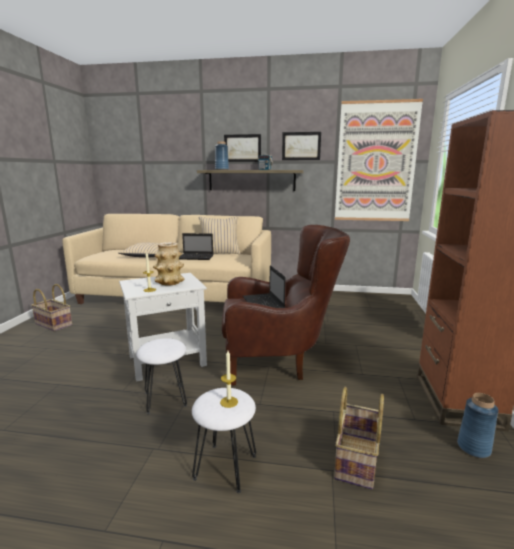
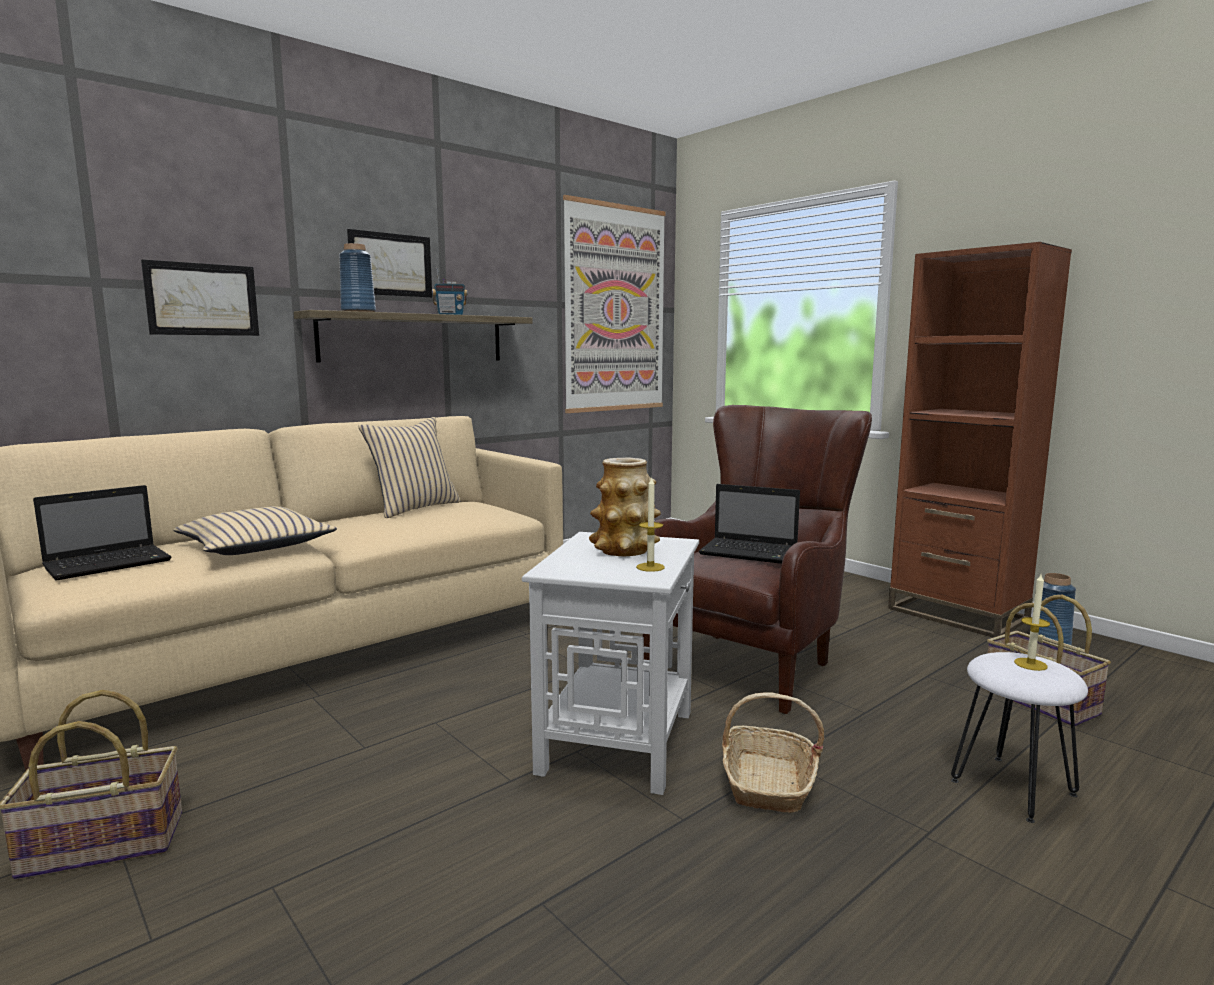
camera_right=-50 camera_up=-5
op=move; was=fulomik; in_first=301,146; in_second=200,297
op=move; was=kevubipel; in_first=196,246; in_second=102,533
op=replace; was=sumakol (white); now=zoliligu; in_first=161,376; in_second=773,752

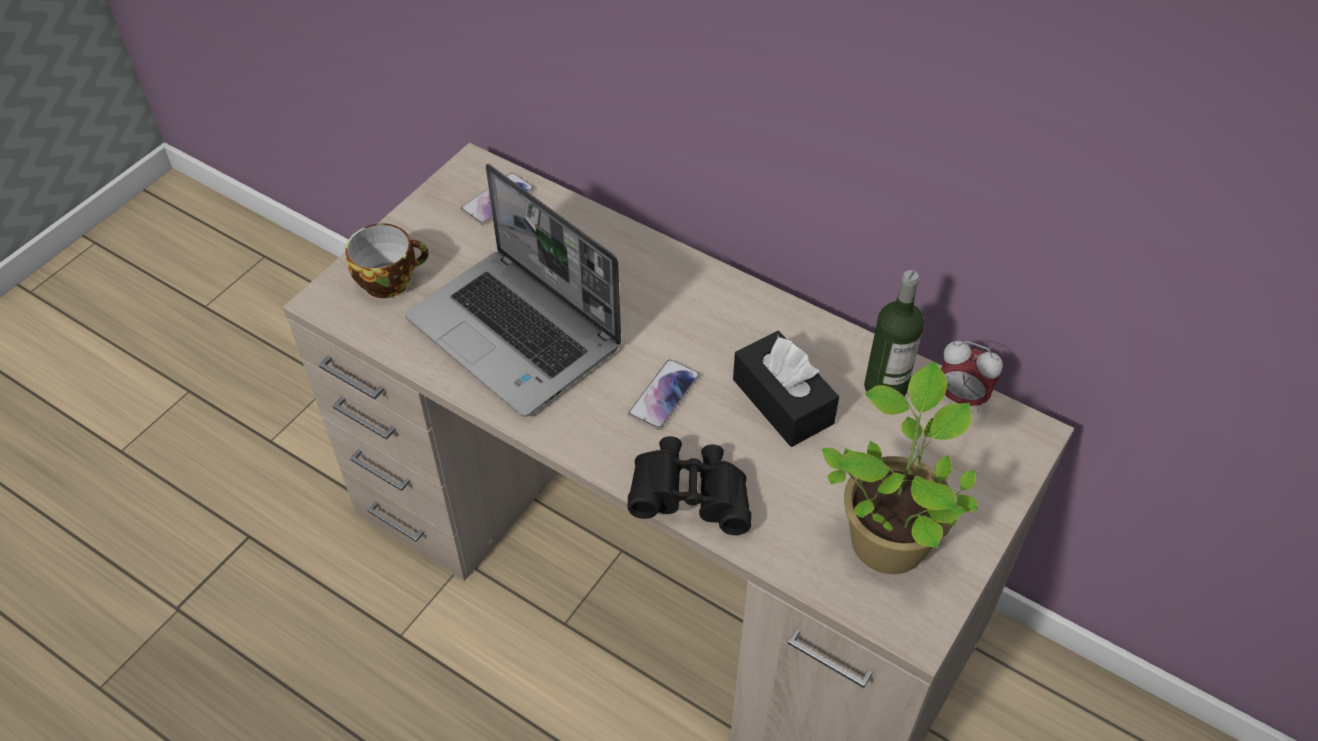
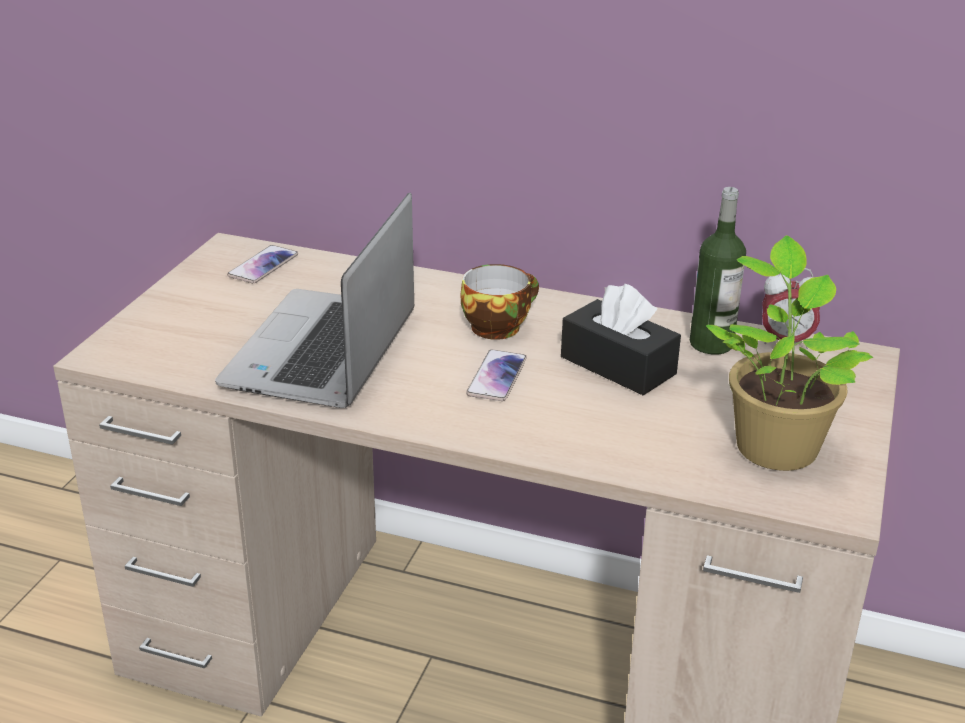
camera_right=-15 camera_up=-20
op=rotate; was=kevubipel; in_first=513,290; in_second=314,300; clockwise=75
op=move; was=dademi; in_first=387,260; in_second=499,302
op=delete; was=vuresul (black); in_first=690,485

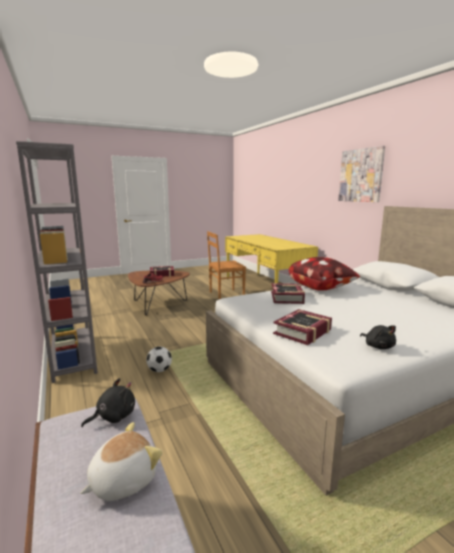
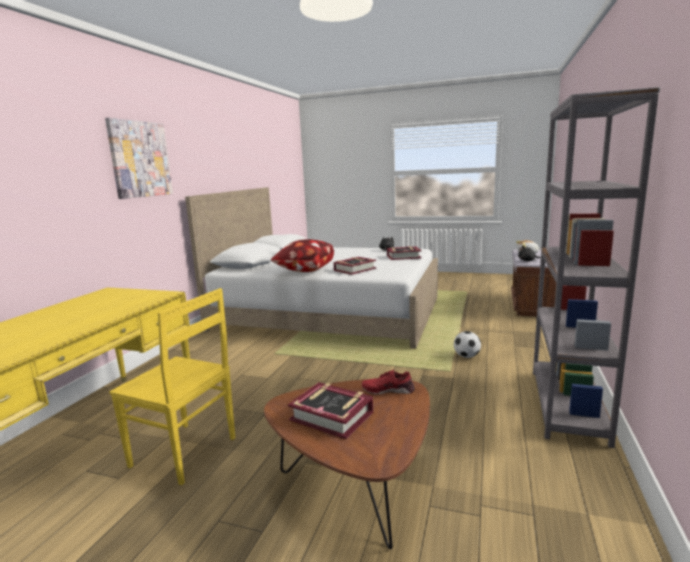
camera_right=-135 camera_up=0
op=recolor; was=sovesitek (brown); now=sovesitek (yellow); in_first=226,265; in_second=172,386

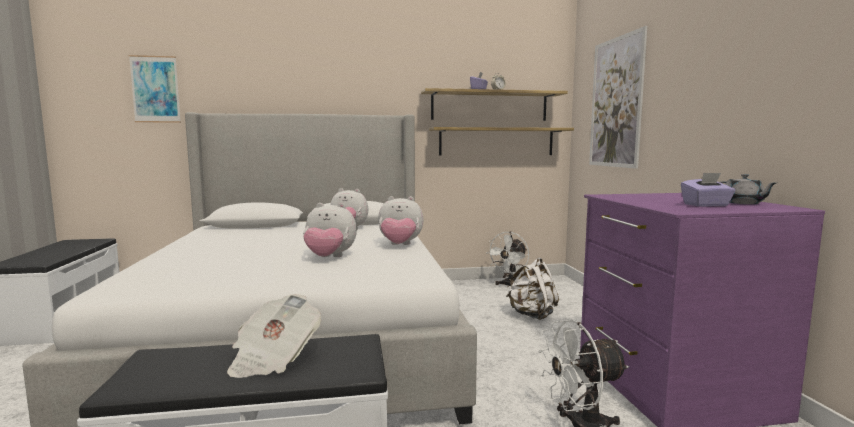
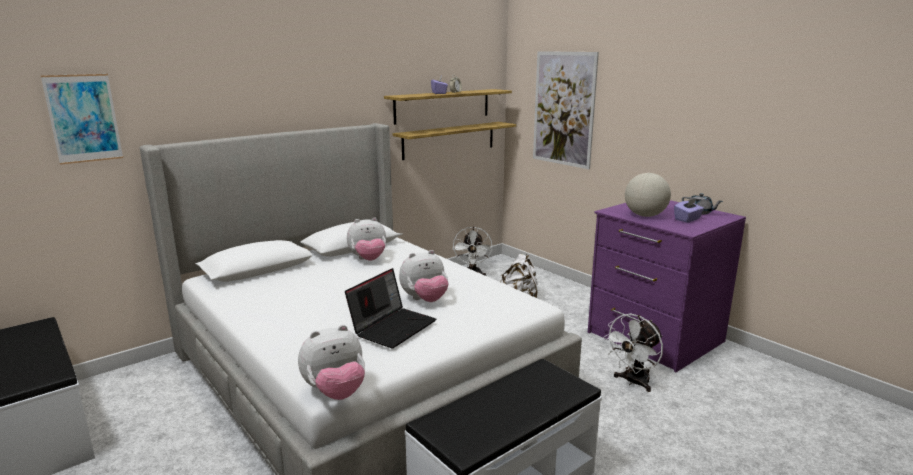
camera_right=-30 camera_up=10
op=move; was=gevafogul; in_first=401,220; in_second=331,362
op=delete; was=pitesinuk; in_first=274,336
op=insert; now=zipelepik; in_second=648,195
op=insert; now=kevubipel; in_second=390,308

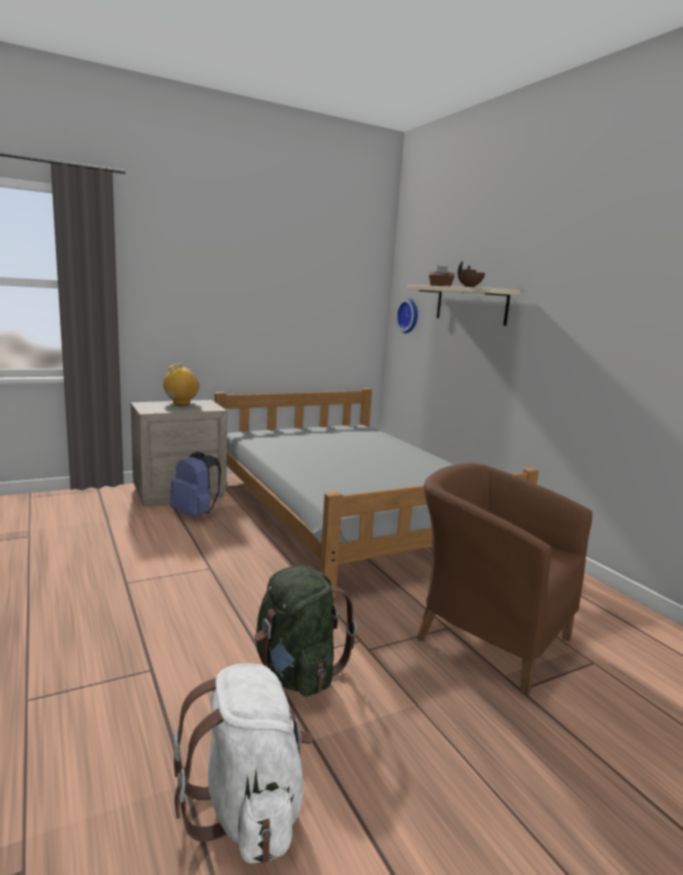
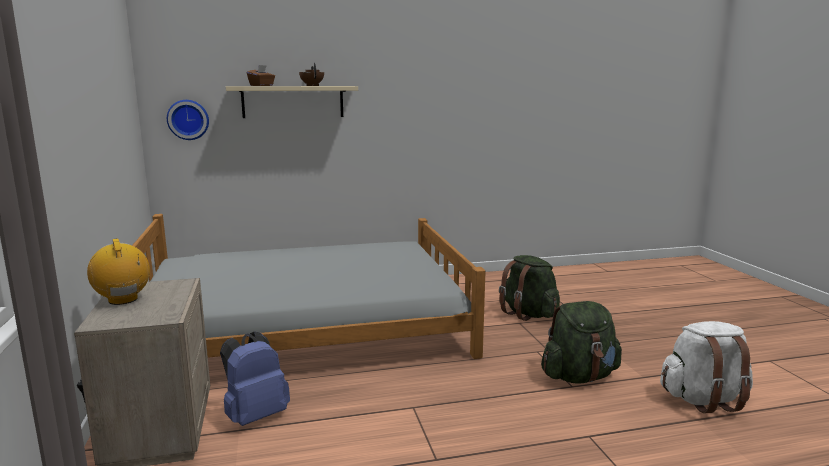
camera_right=-75 camera_up=0
op=replace; was=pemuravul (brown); now=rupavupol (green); in_first=504,579; in_second=529,288

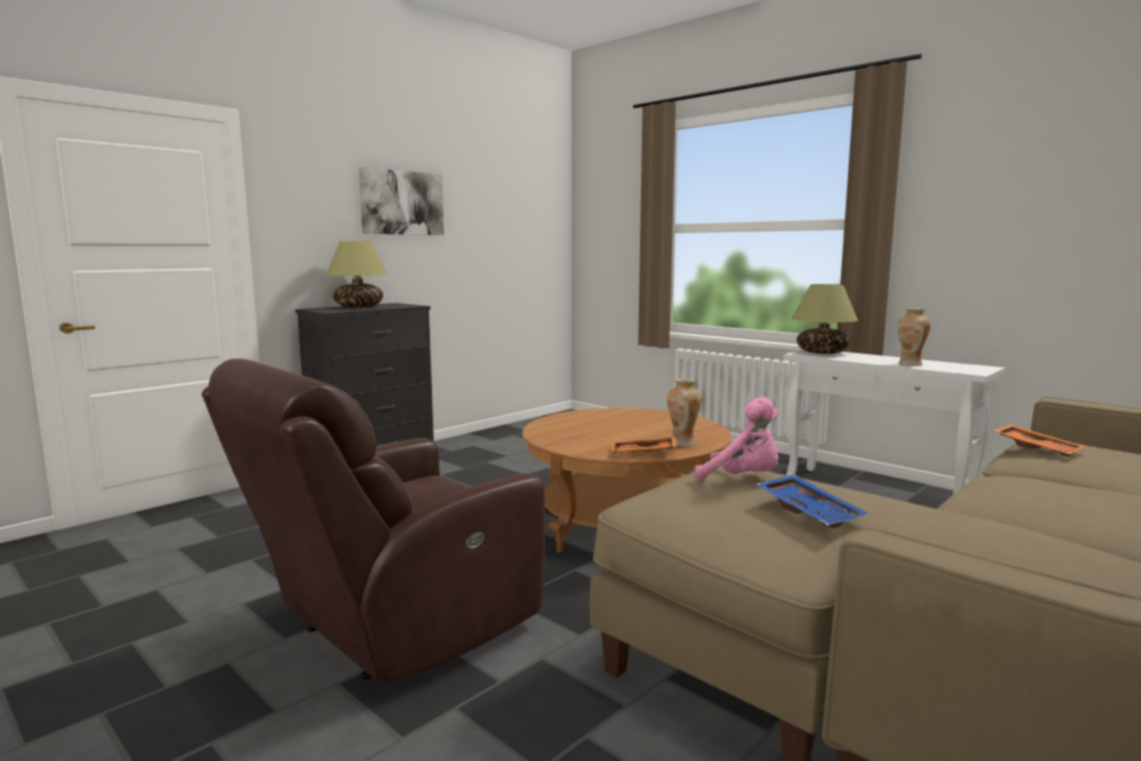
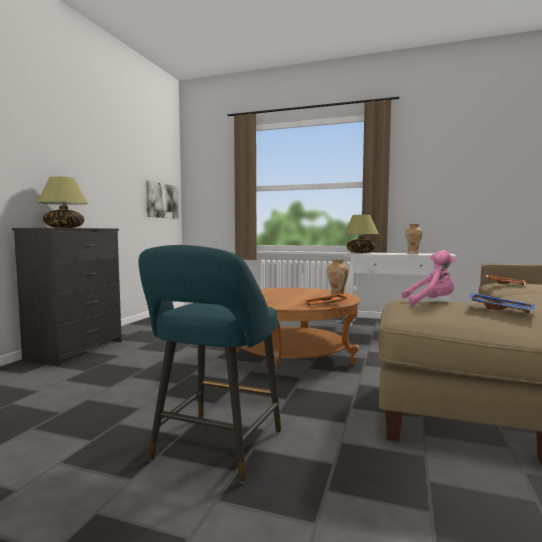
camera_right=-25 camera_up=-5
op=move; was=fulomik; in_first=401,201; in_second=162,200
op=replace; was=pemuravul (brown); now=sumakol (turquoise); in_first=373,521; in_second=210,364

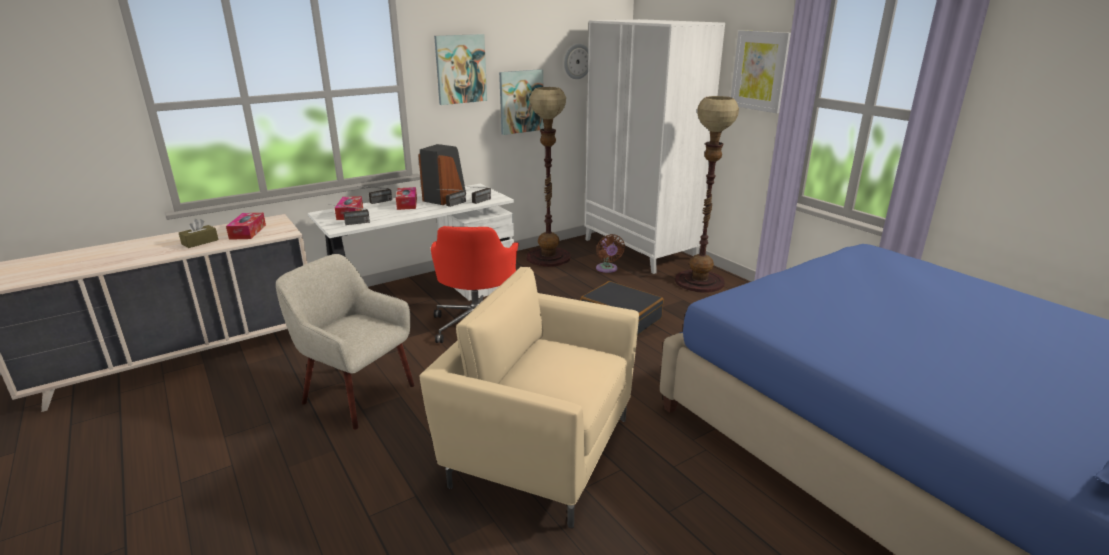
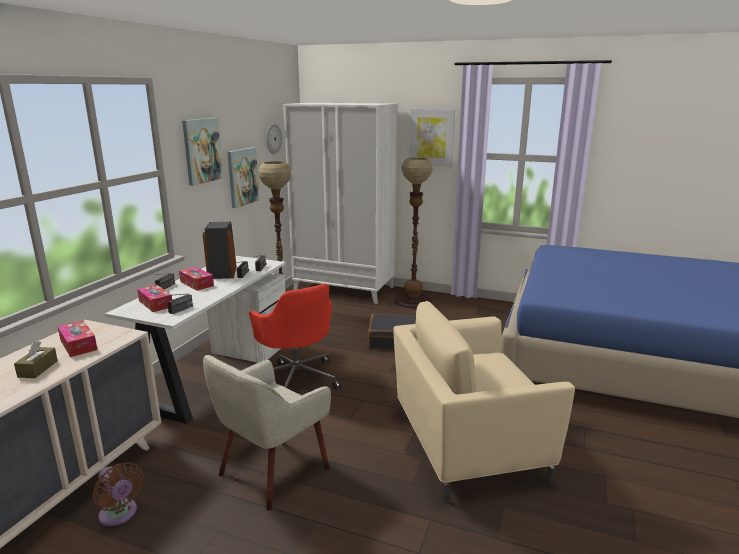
camera_right=-35 camera_up=-5
op=move; was=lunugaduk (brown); in_first=610,253; in_second=118,494
op=rotate; was=pemuravul (beige); in_first=345,341; in_second=267,432; clockwise=-45

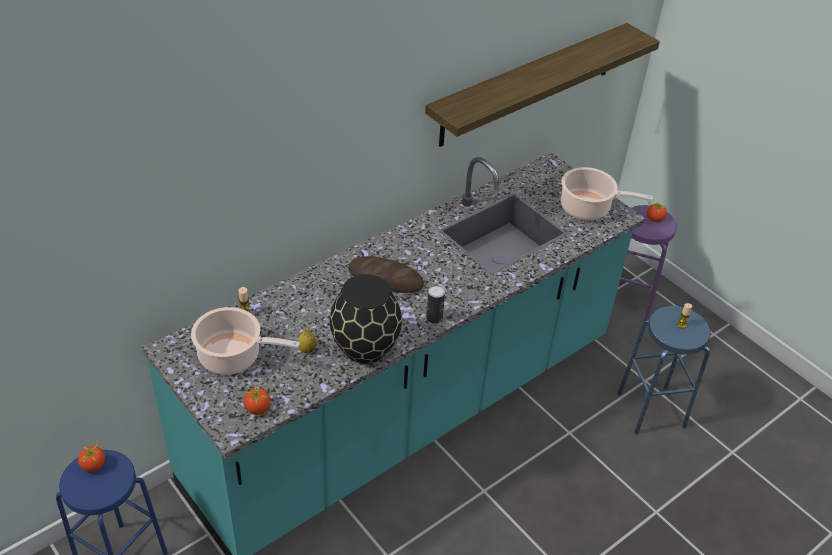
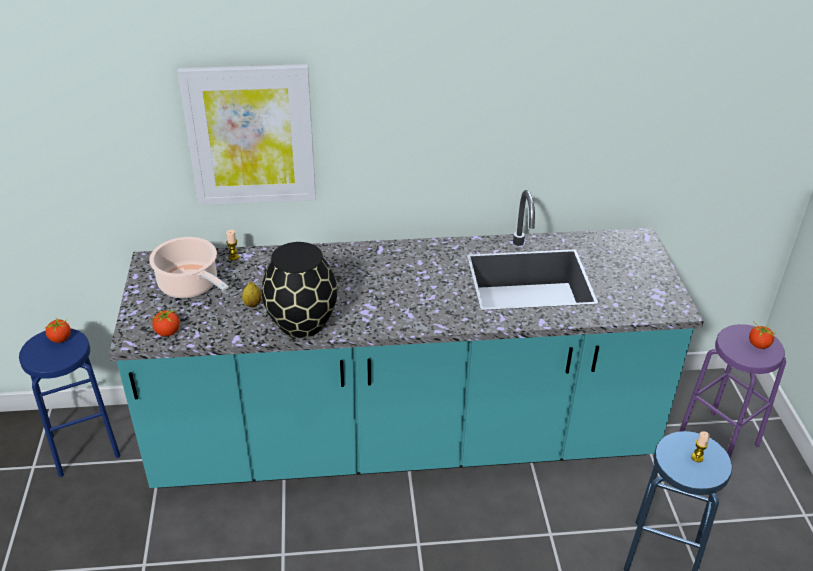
camera_right=35 camera_up=-5
op=delete; was=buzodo; in_first=542,85
op=delete; was=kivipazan; in_first=606,193
op=delete; was=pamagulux; in_first=386,274
op=delete; was=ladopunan; in_first=435,304
op=insert; now=fulomik; in_second=246,134

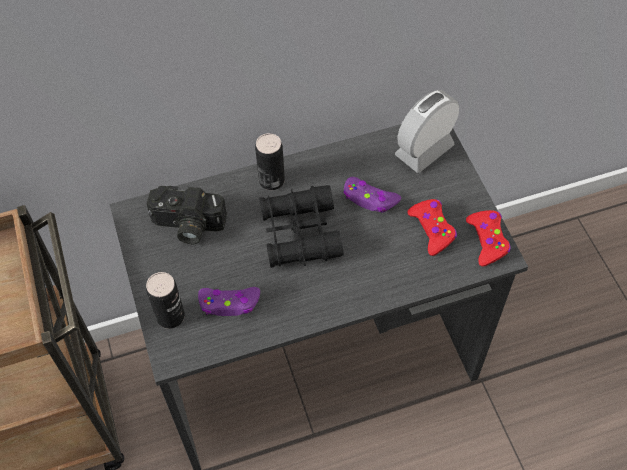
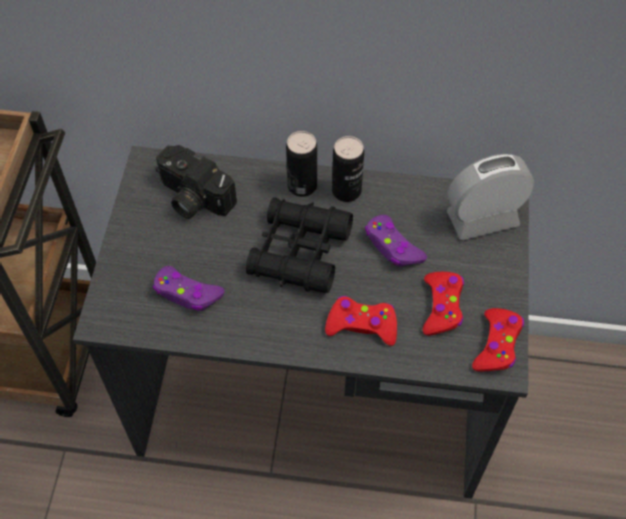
camera_right=25 camera_up=0
op=move; was=ladopunan; in_first=165,300; in_second=348,169
op=insert; now=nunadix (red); in_second=361,321

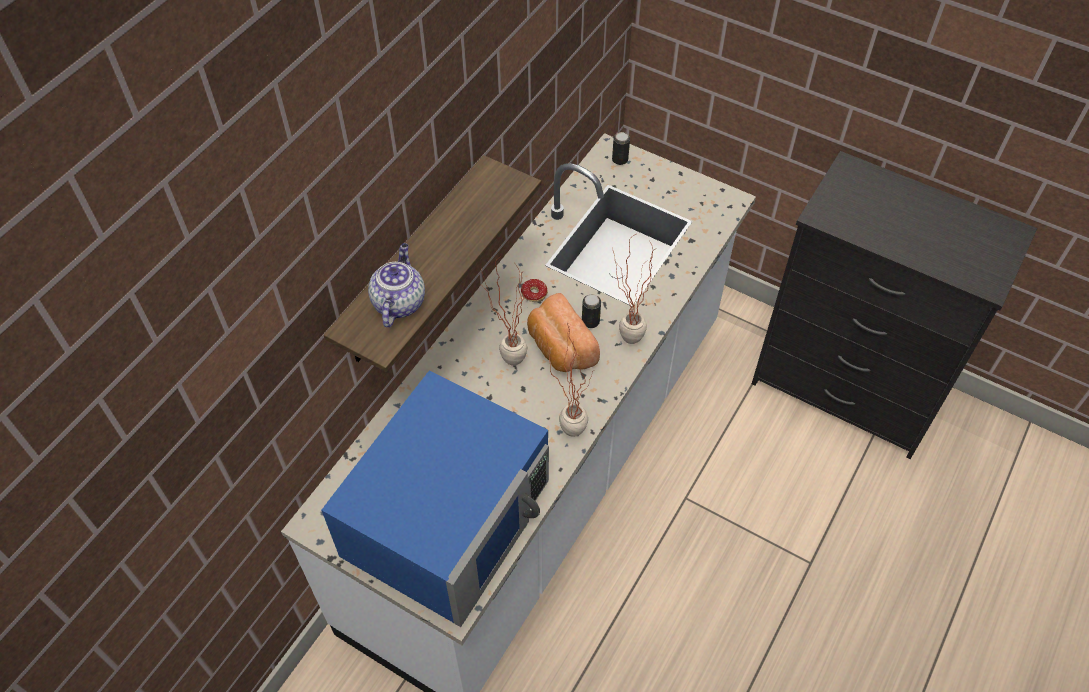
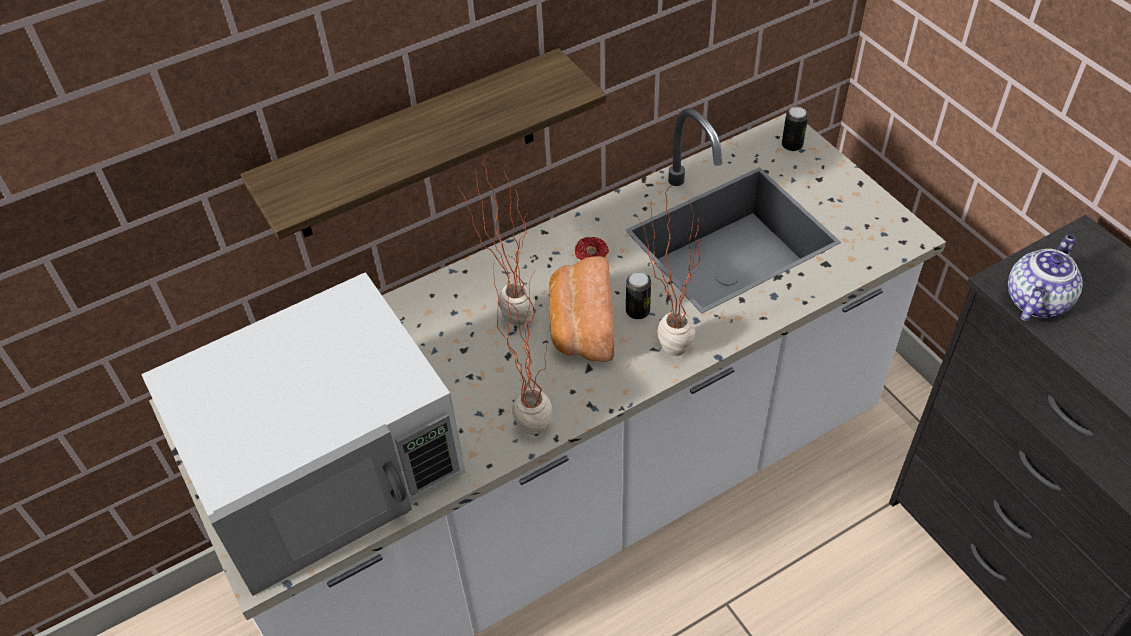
camera_right=30 camera_up=-5
op=move; was=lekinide; in_first=396,285; in_second=1045,277
op=recolor; was=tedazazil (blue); now=tedazazil (white); in_first=435,499; in_second=303,434

